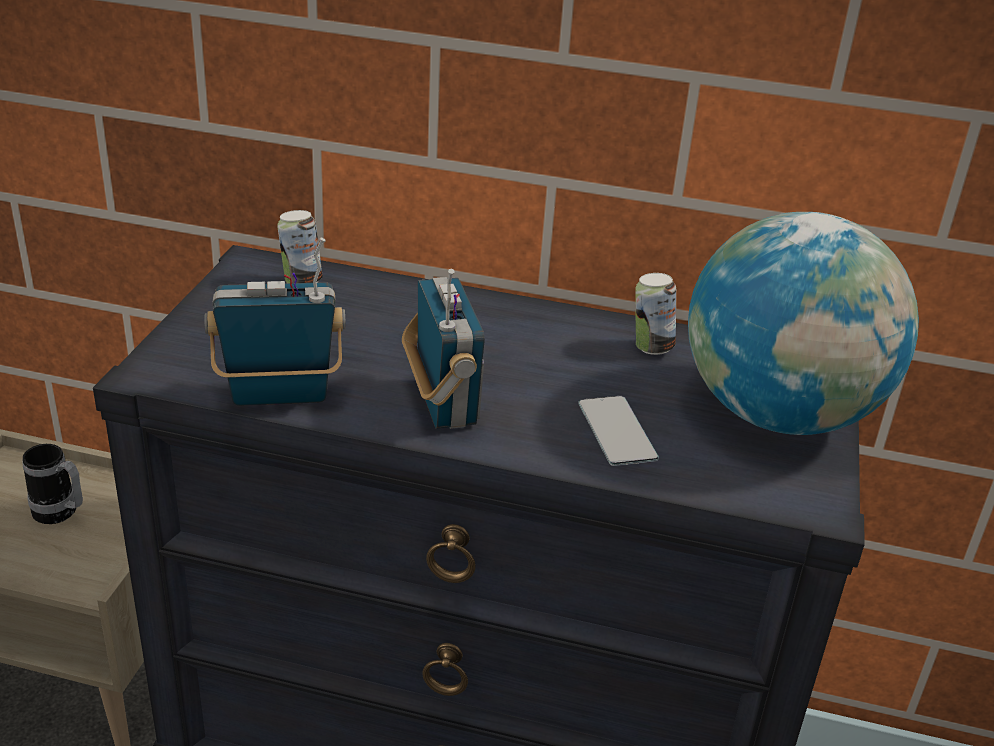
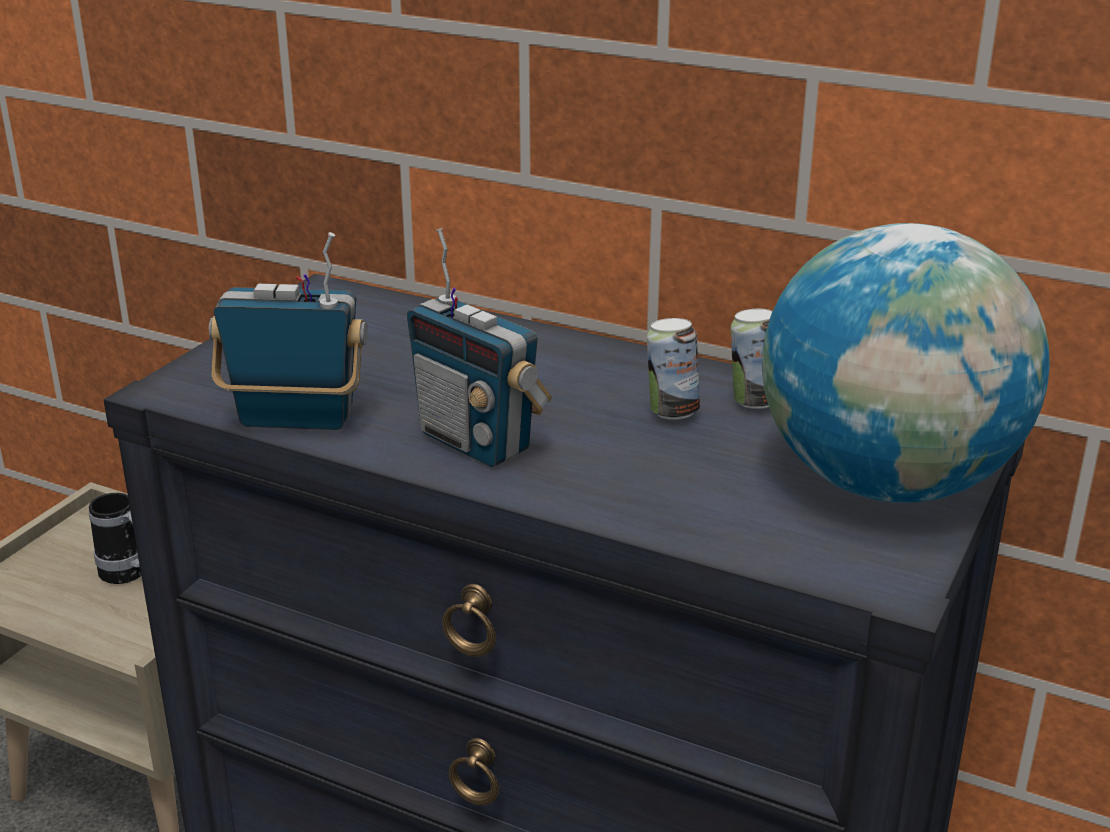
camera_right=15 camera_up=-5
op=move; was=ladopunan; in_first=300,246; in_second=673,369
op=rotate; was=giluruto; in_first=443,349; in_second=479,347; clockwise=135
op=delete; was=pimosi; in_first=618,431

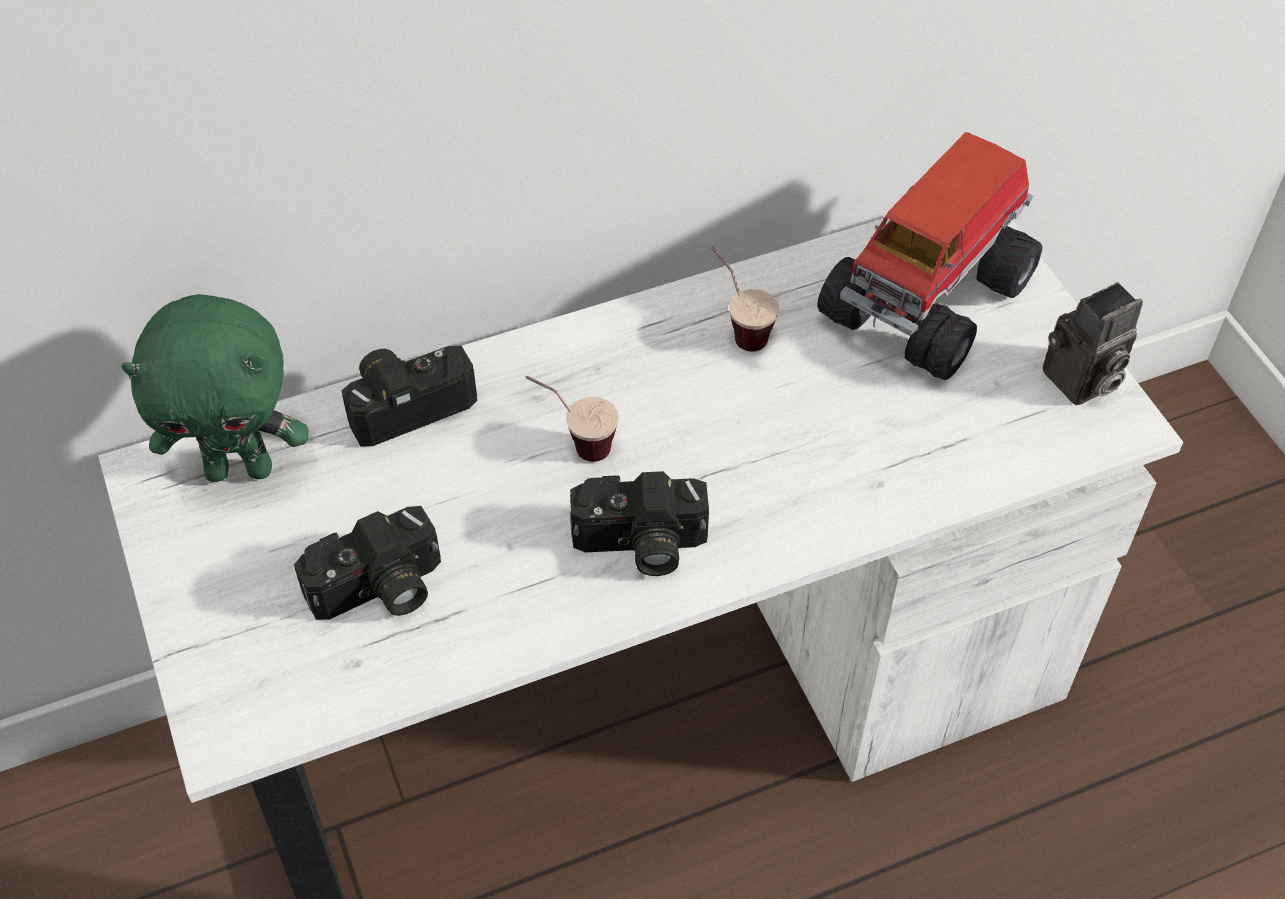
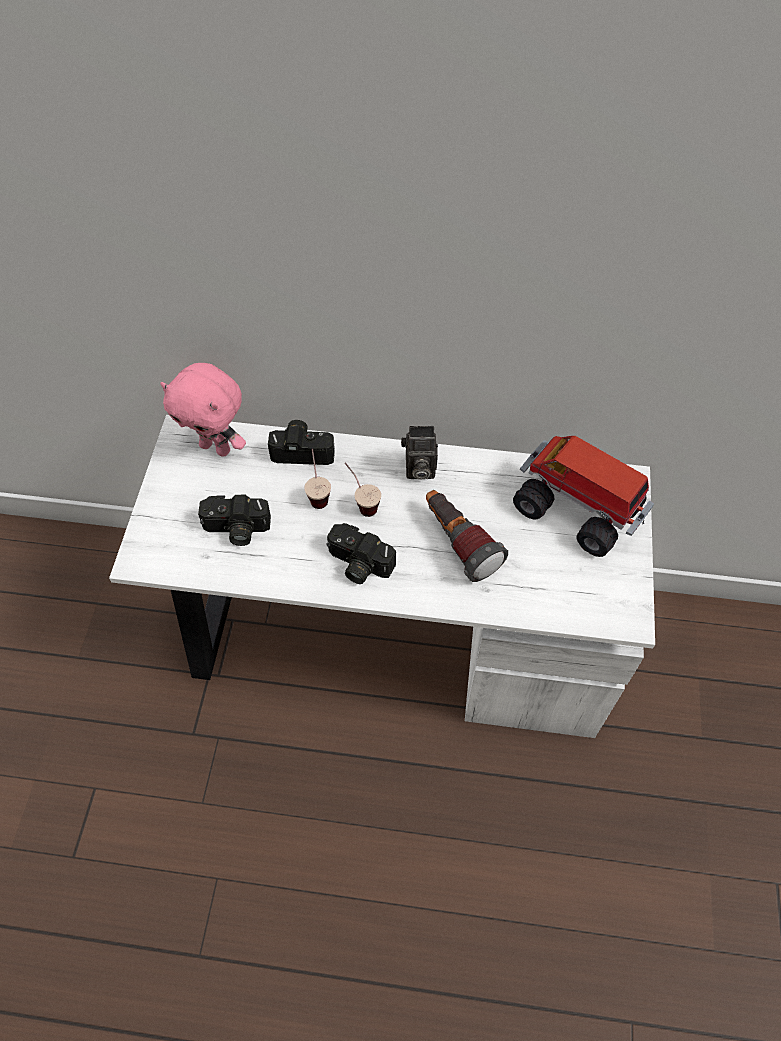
camera_right=30 camera_up=5
op=rotate; was=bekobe; in_first=929,256; in_second=583,496; clockwise=60
op=move; was=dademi; in_first=745,298; in_second=317,479
op=move; was=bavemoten; in_first=1092,343; in_second=419,452
op=recolor; was=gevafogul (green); now=gevafogul (pink); in_first=214,388; in_second=203,410
op=insert; now=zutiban; in_second=467,536

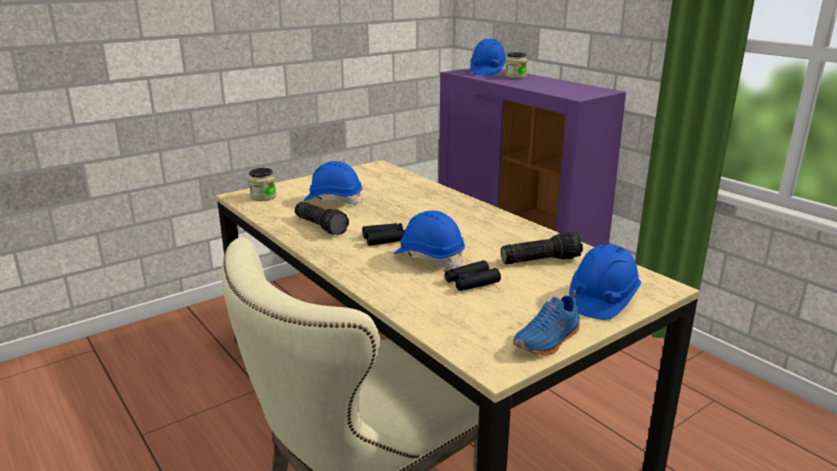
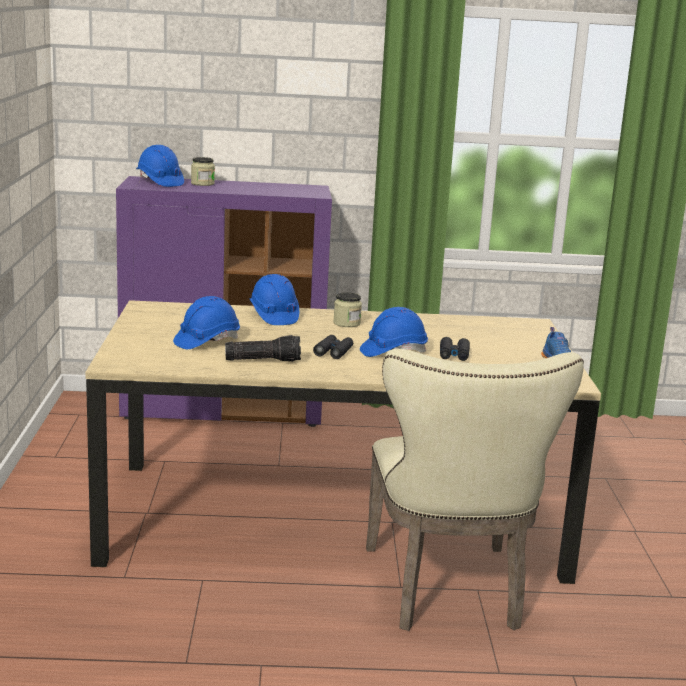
camera_right=-55 camera_up=-5
op=move; was=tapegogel; in_first=262,184; in_second=347,309
op=delete; was=zutiban; in_first=542,247
op=move; was=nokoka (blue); in_first=605,282; in_second=274,299

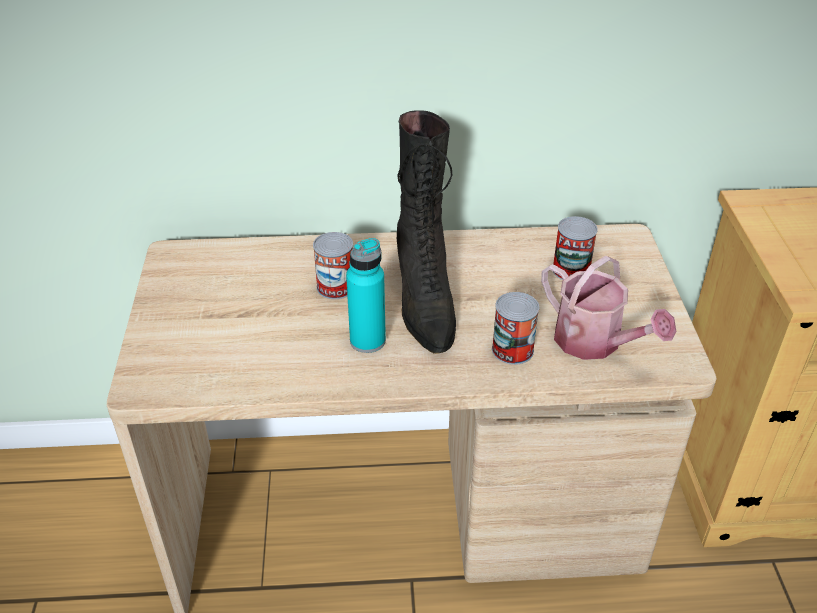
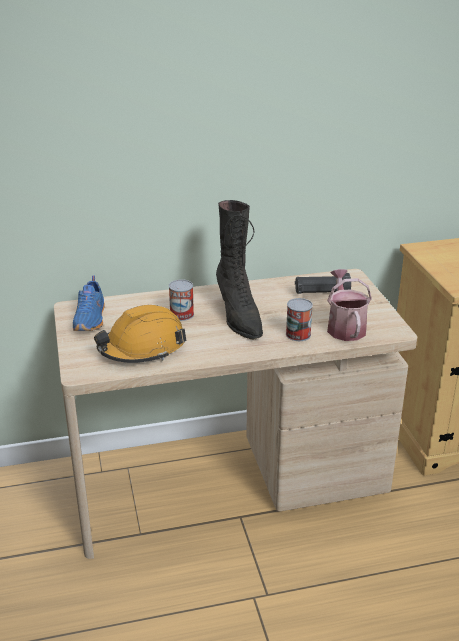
camera_right=-10 camera_up=-10
op=replace; was=ladopunan; now=zutiban (black); in_first=575,248; in_second=323,283
op=delete; was=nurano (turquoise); in_first=366,295
op=rotate; was=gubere; in_first=608,308; in_second=349,305; clockwise=-135
op=insert; now=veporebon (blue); in_second=88,303
op=insert; now=nokoka (orange); in_second=140,334

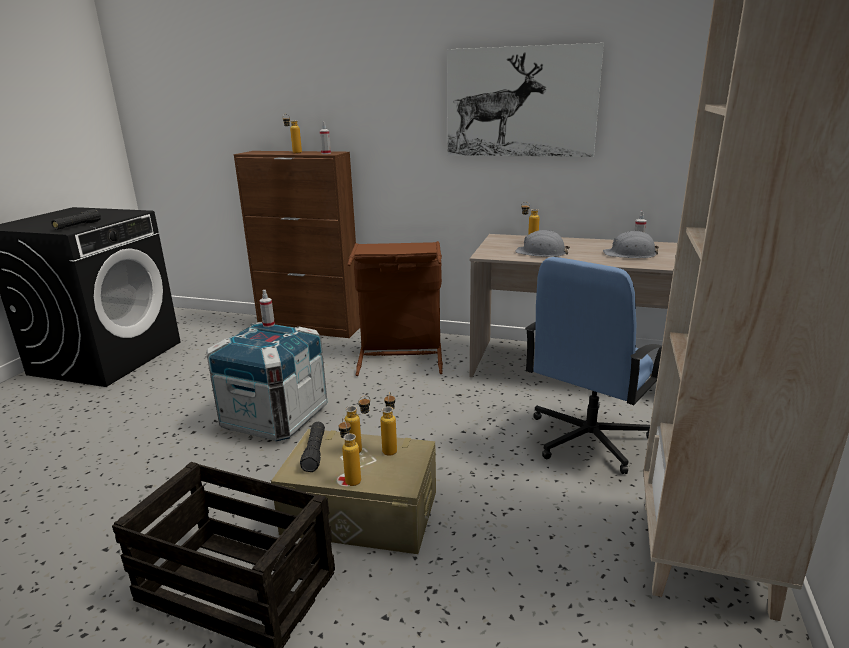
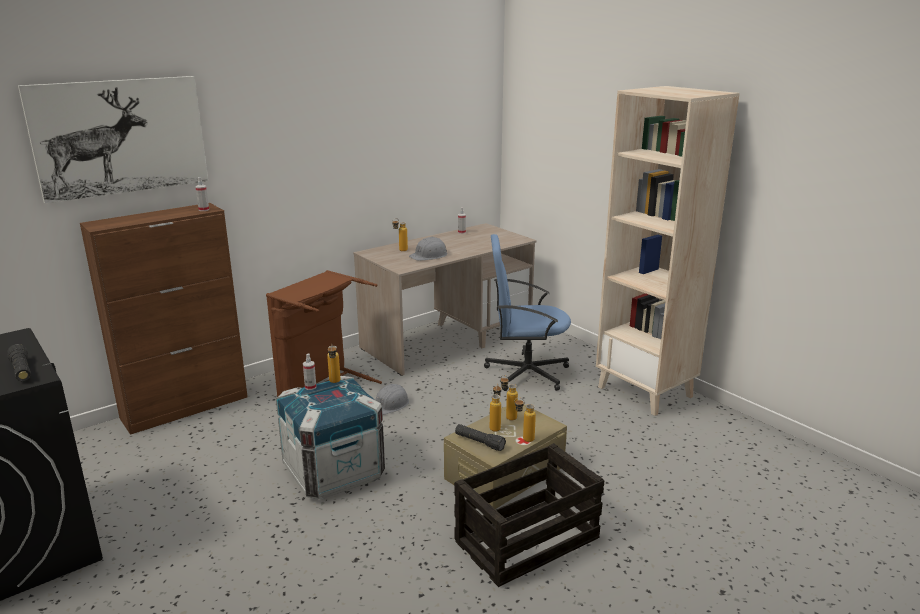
camera_right=-55 camera_up=0
op=move; was=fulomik; in_first=525,100; in_second=113,140
op=move; was=nurano; in_first=292,133; in_second=333,363
op=move; was=nokoka (grey); in_first=631,244; in_second=392,399
op=rotate; was=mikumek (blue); in_first=593,365; in_second=527,312; clockwise=105

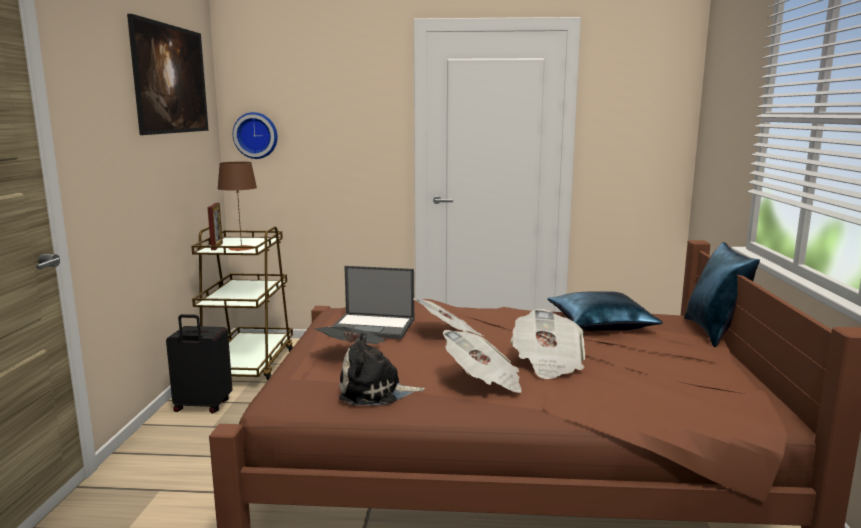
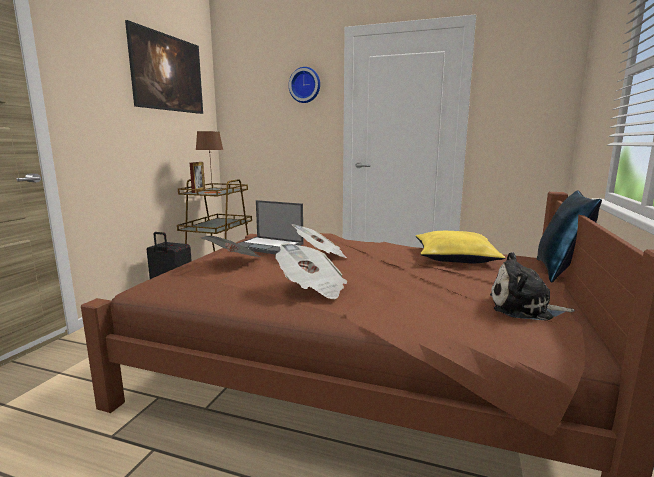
camera_right=15 camera_up=0
op=move; was=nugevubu; in_first=255,135; in_second=304,85
op=recolor; was=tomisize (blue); now=tomisize (yellow); in_first=605,311; in_second=460,247
op=delete; was=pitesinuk; in_first=548,344
op=move; was=gevafogul; in_first=382,368; in_second=532,286

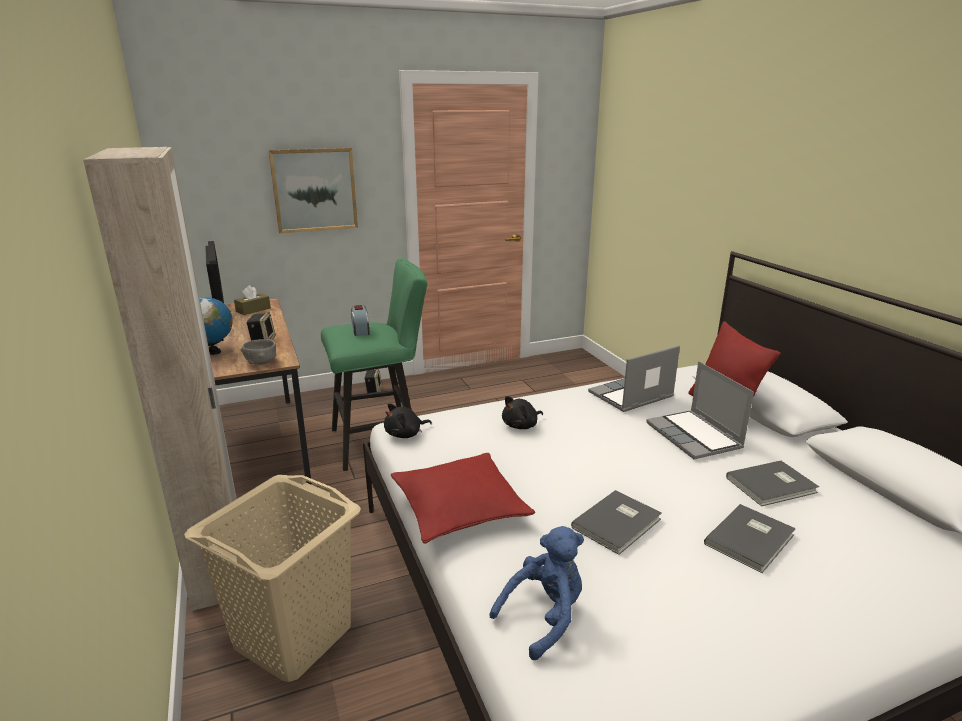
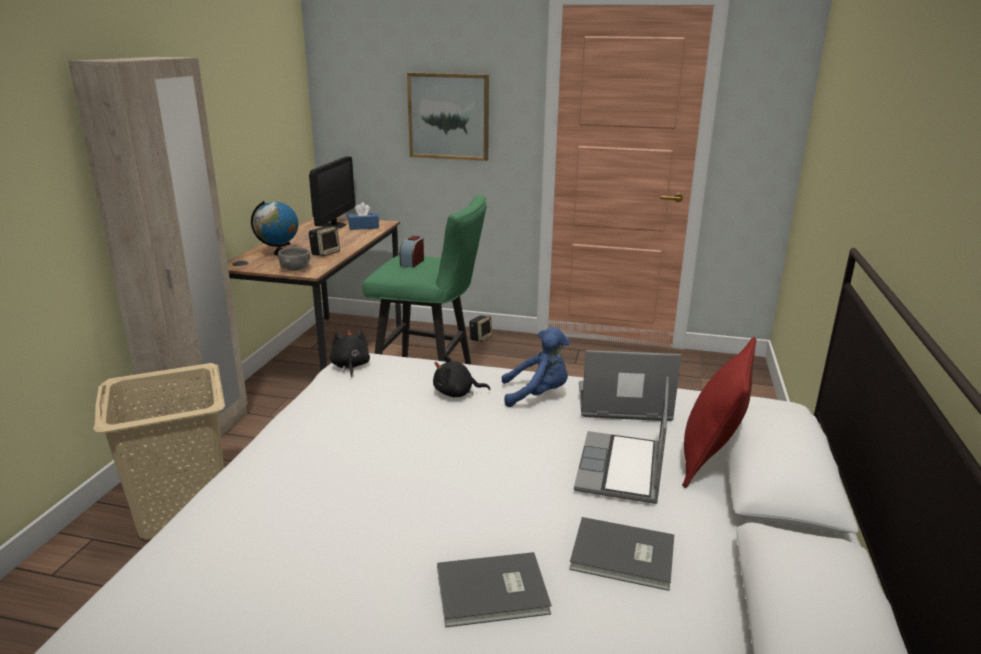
camera_right=35 camera_up=0
op=recolor; was=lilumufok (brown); now=lilumufok (blue); in_first=252,300; in_second=363,216
op=rotate; was=gevafogul (black); in_first=408,420; in_second=350,353; clockwise=75
op=delete; was=tomisize (red); in_first=463,498
op=delete; was=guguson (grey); in_first=616,522
op=move; was=gevafogul (blue); in_first=536,593; in_second=536,367

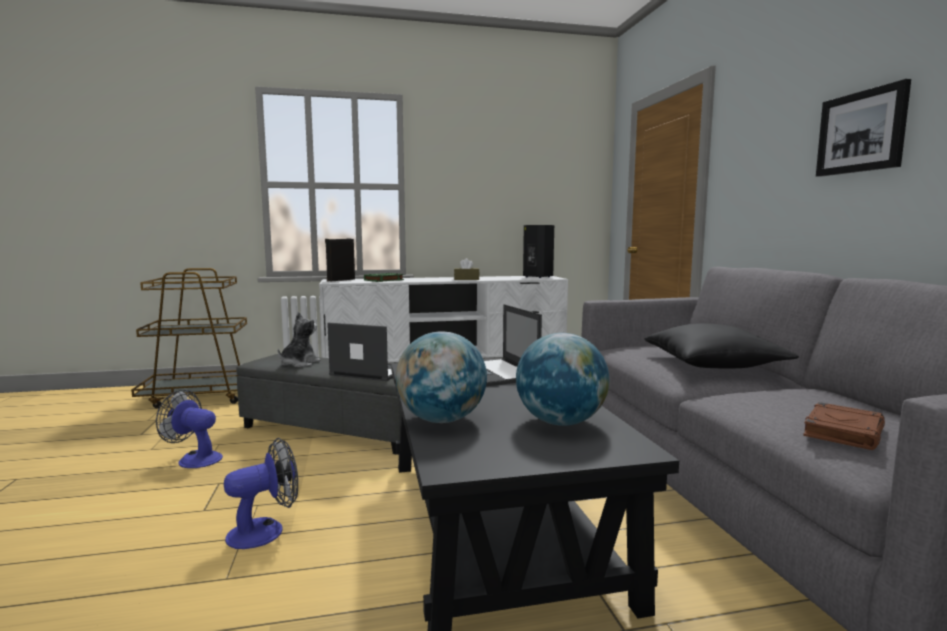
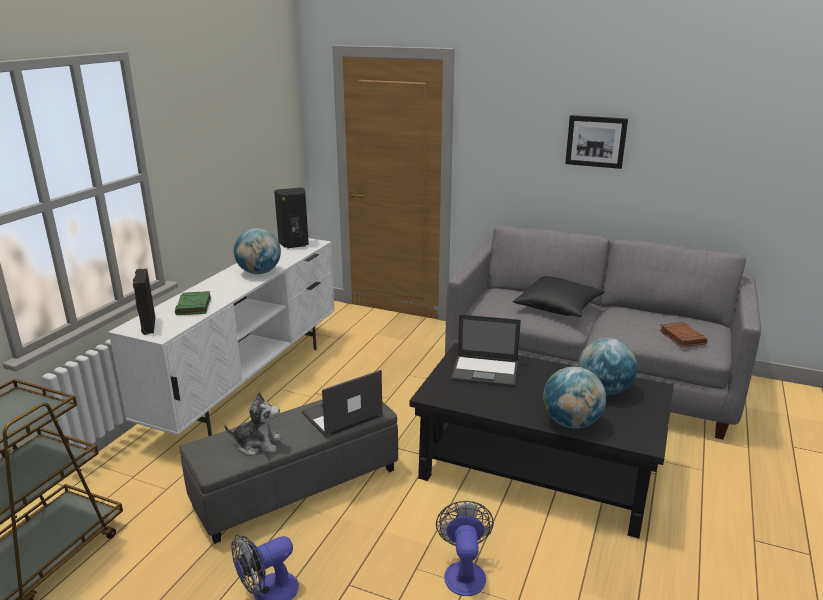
camera_right=-55 camera_up=15
op=replace; was=lilumufok (brown); now=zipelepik; in_first=466,269; in_second=257,251
op=rotate; was=gevafogul; in_first=299,339; in_second=252,424; clockwise=120

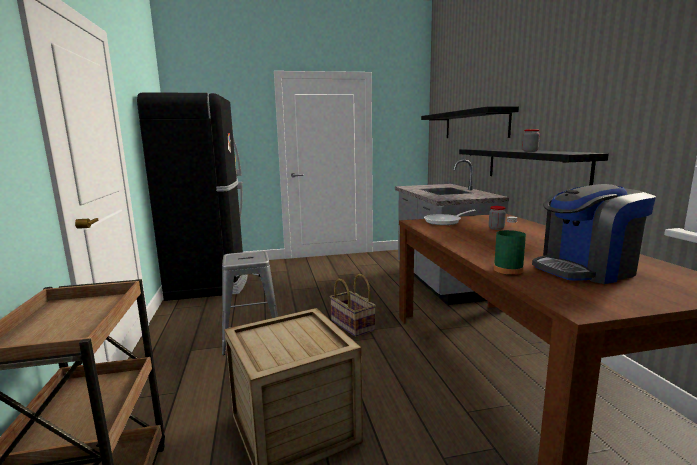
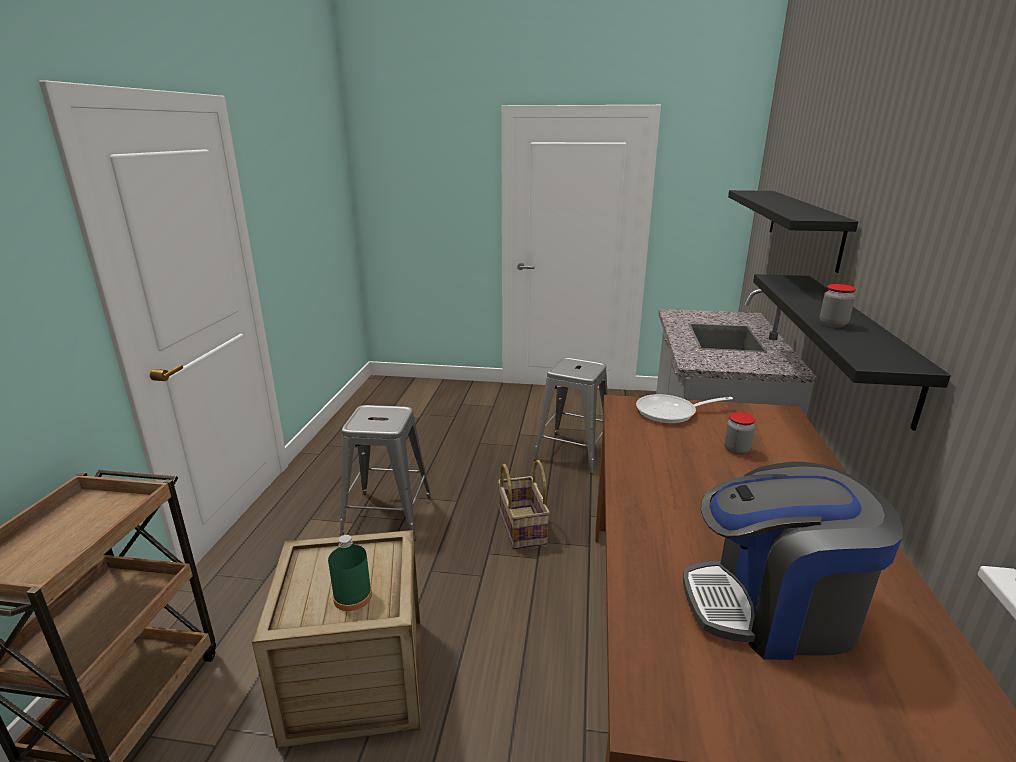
camera_right=20 camera_up=10
op=delete; was=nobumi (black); in_first=192,197
op=move; was=nurano (green); in_first=509,245; in_second=350,573
op=insert; now=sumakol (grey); in_second=570,415

